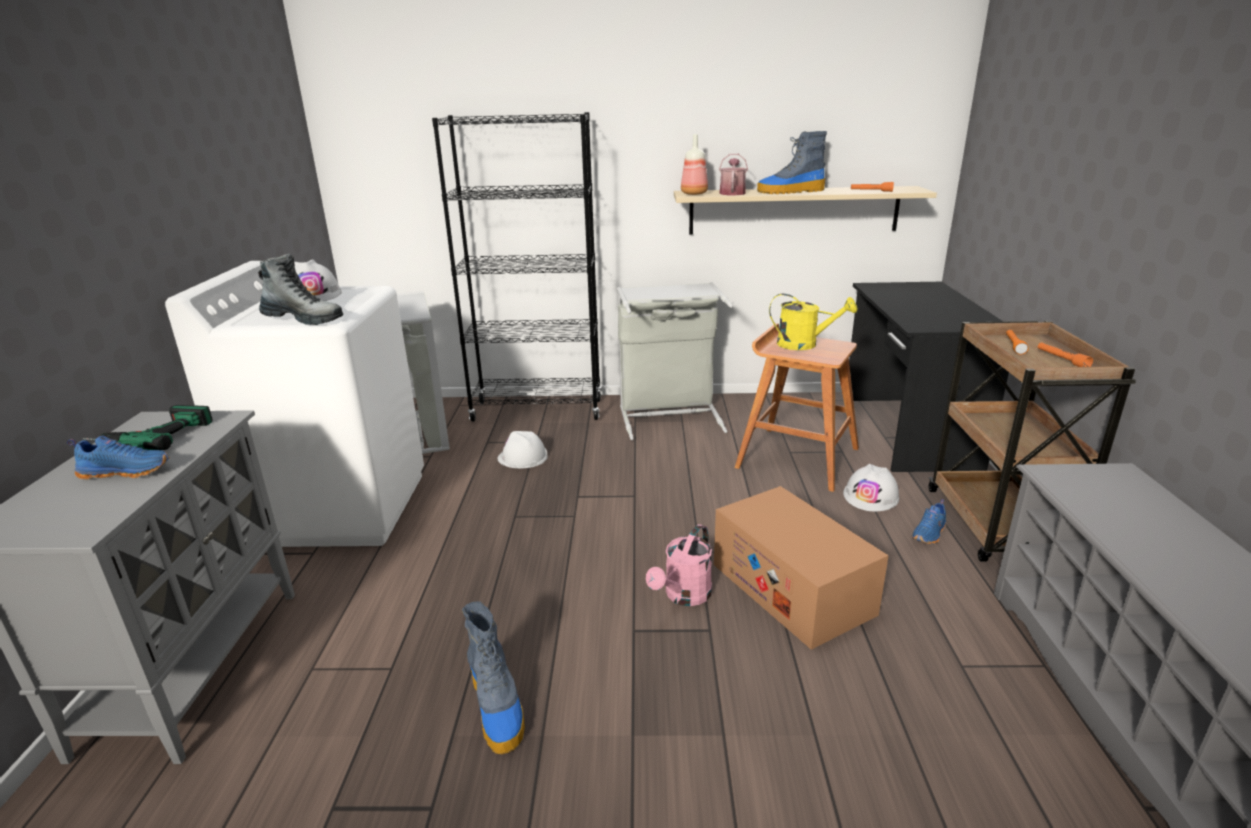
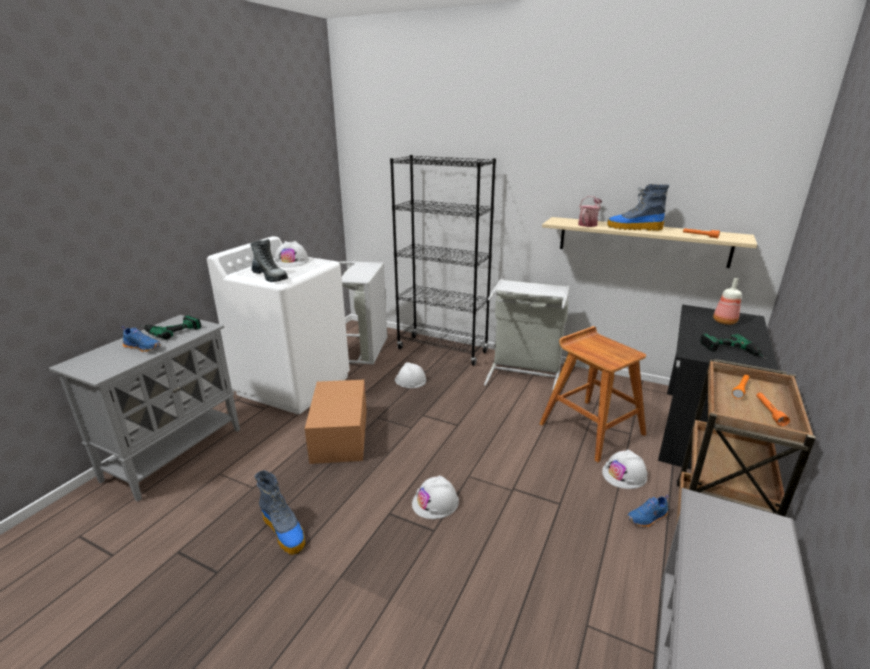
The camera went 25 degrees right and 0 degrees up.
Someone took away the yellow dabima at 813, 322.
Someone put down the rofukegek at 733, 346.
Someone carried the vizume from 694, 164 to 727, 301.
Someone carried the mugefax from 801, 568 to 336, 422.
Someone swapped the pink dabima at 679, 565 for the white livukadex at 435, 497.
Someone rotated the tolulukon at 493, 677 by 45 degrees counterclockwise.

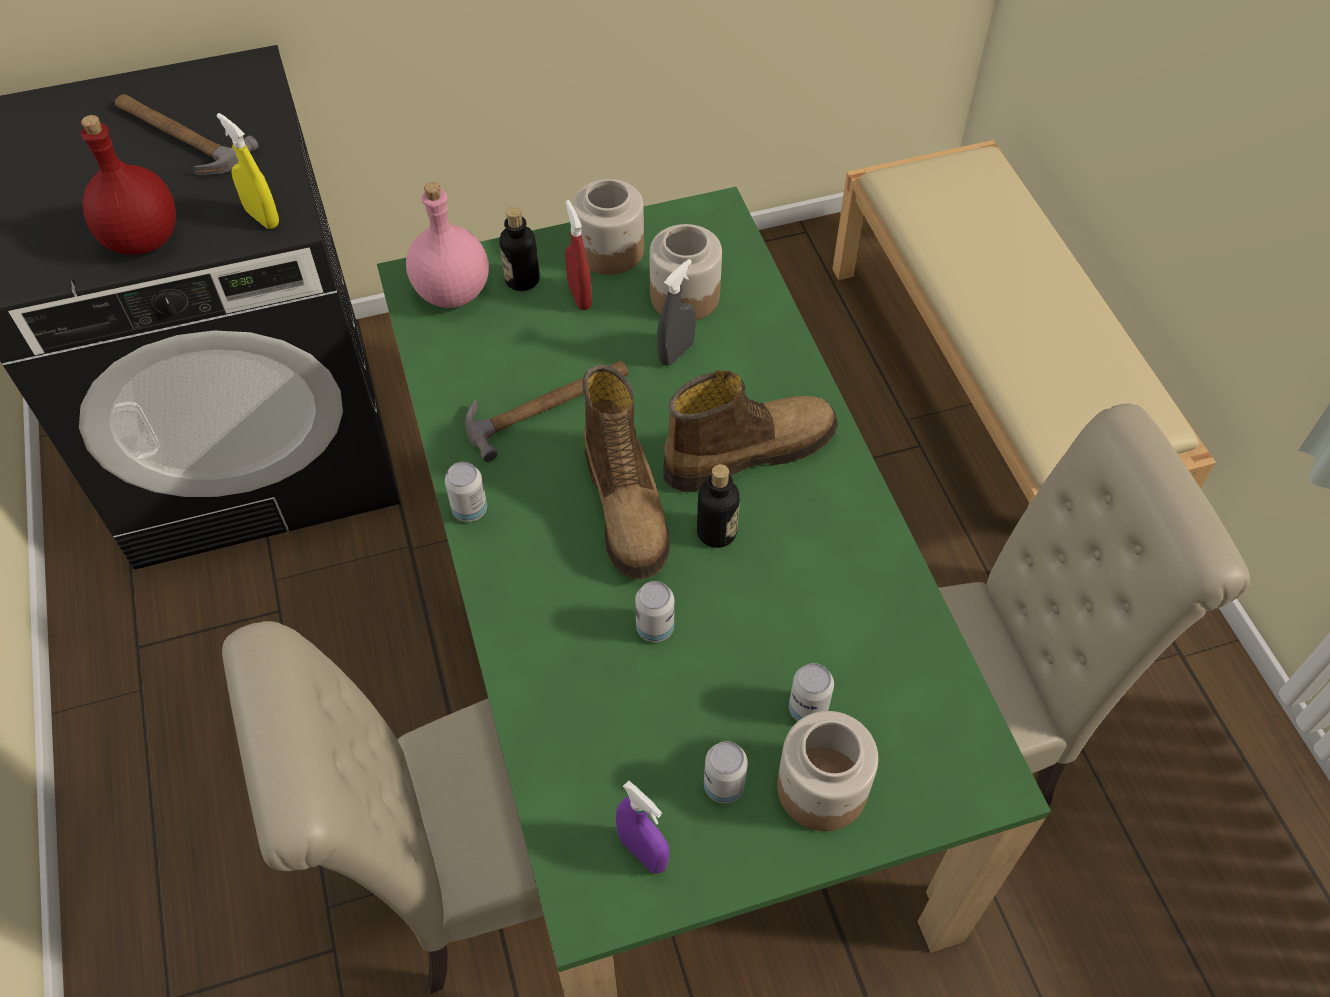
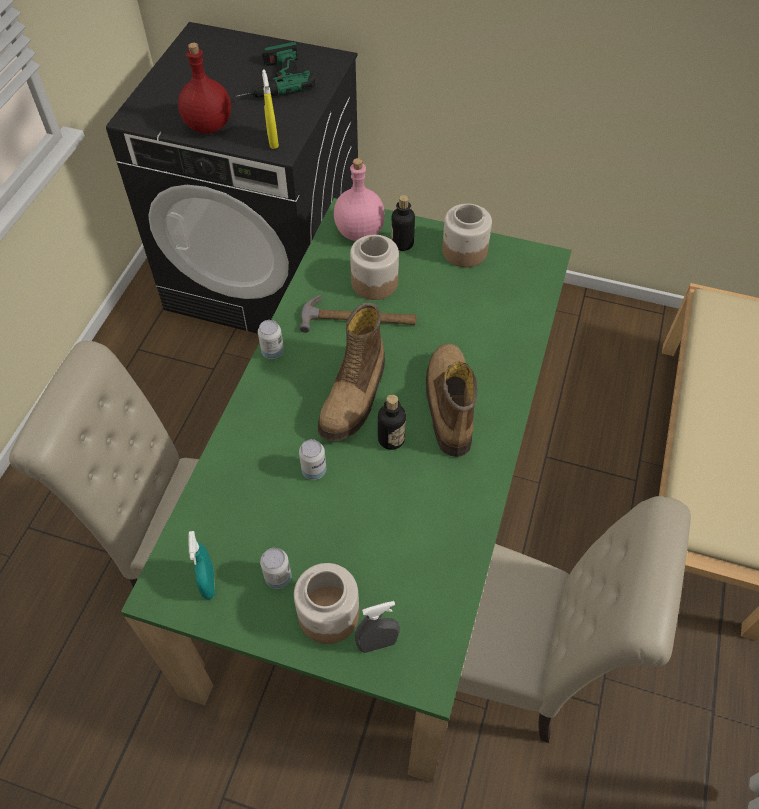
The camera went 35 degrees right and 0 degrees up.
Someone took away the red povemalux at 578, 255.
Someone took away the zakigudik at 811, 692.
Someone carried the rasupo from 686, 272 to 374, 267.
Someone carried the grey povemalux from 676, 312 to 377, 627.
Someone swapped the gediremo at 187, 134 for the rofukegek at 275, 69.
Someone repainted the purple povemalux at 642, 827, which became the turquoise povemalux at 201, 565.
Someone rotated the tolulukon at 750, 431 by 105 degrees counterclockwise.

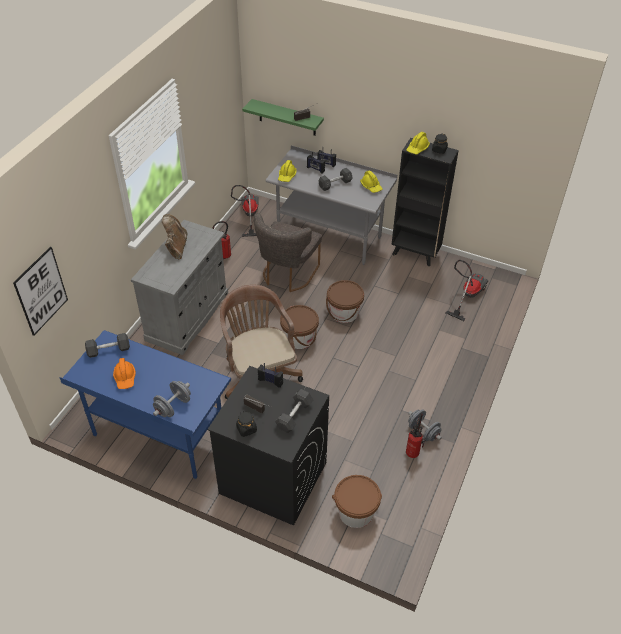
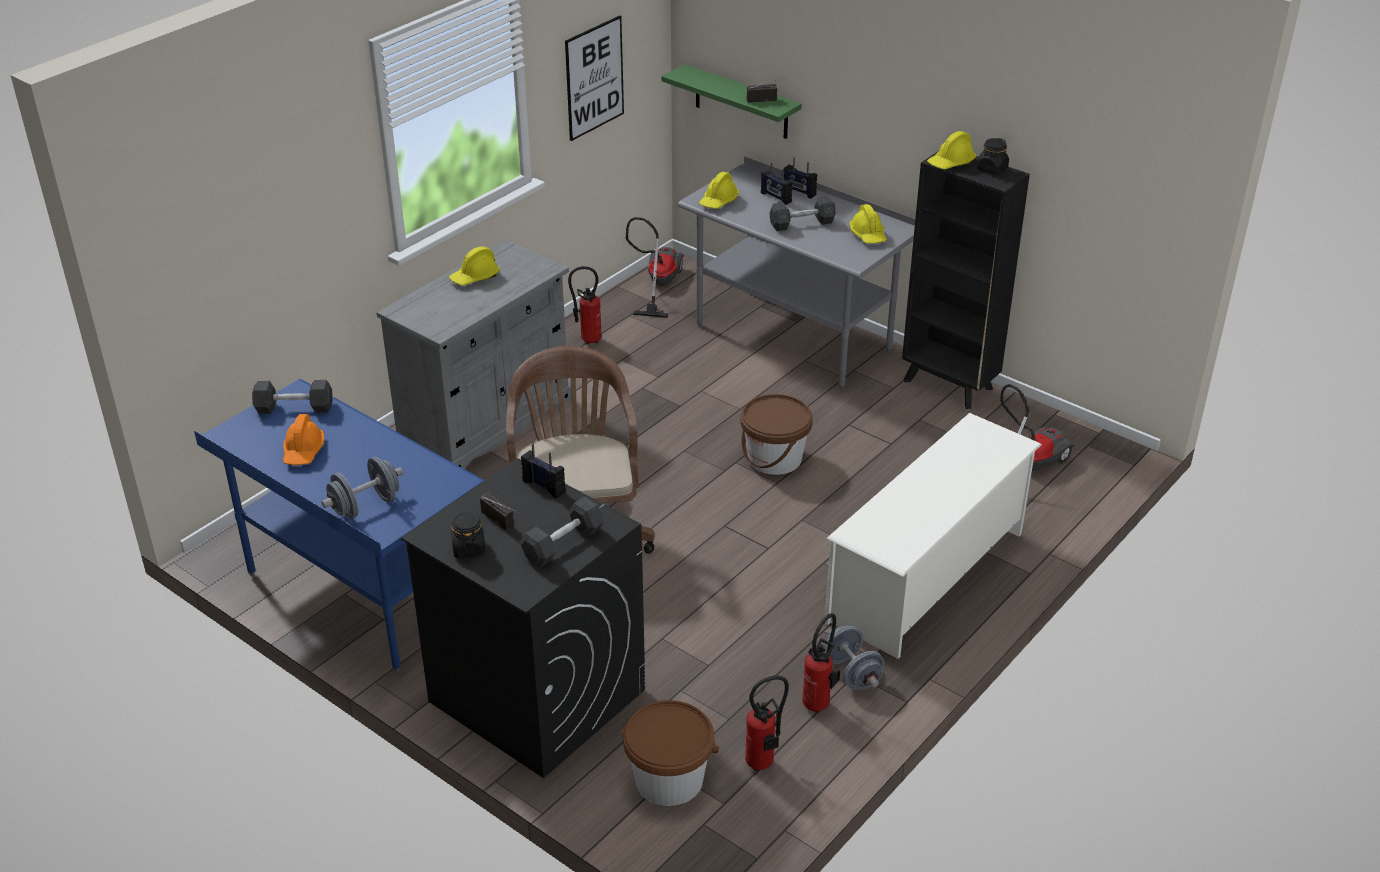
The camera went 15 degrees right and 10 degrees down.
Someone took away the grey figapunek at 288, 252.
Someone took away the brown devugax at 299, 327.
Someone put down the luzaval at 767, 723.
Someone put down the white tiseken at 933, 536.
Someone carried the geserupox from 40, 291 to 594, 78.
Someone swapped the brown tolulukon at 175, 236 for the yellow livukadex at 474, 266.

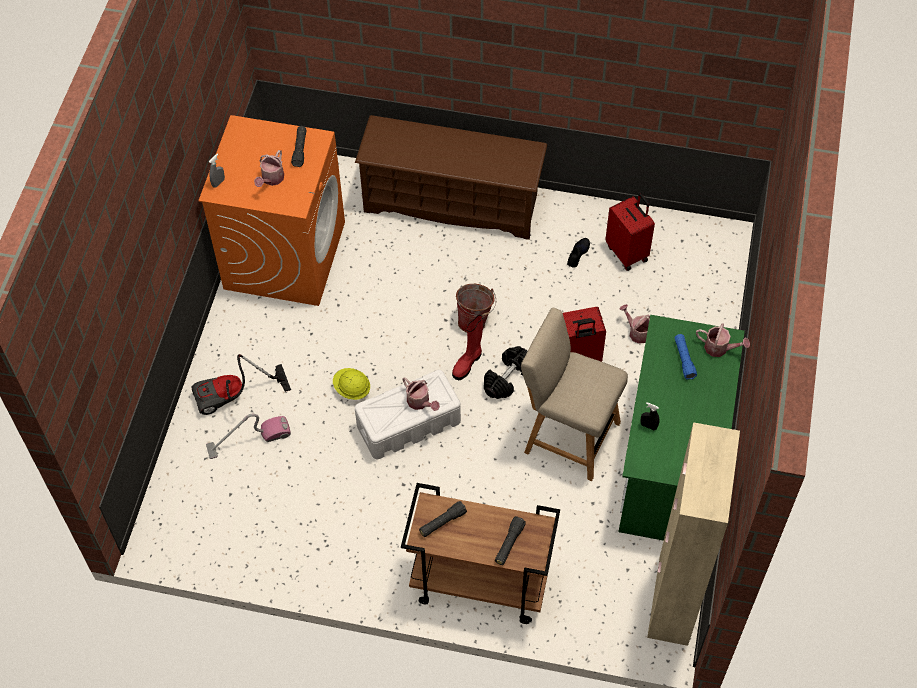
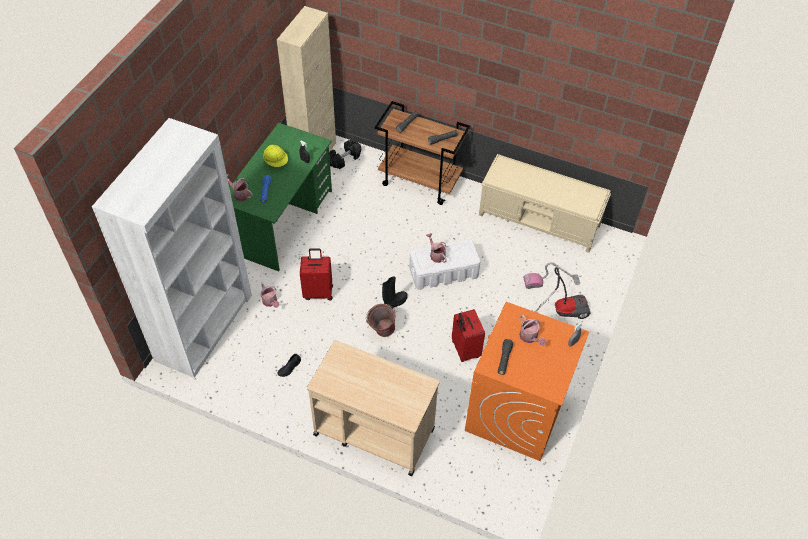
The camera went 170 degrees left and 5 degrees down.
Someone took away the beige figapunek at 574, 394.
Someone put down the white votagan at 172, 248.
Someone put down the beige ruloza at 545, 203.
Someone carried the yellow livukadex from 351, 384 to 275, 156.
Someone carried the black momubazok from 505, 372 to 345, 154.
Someone carried the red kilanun from 630, 232 to 468, 335.
Someone swapped the brown tiseken at 451, 177 for the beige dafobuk at 373, 408.
Someone repainted the red tolulukon at 467, 347, which became the black tolulukon at 395, 292.
Someone rotated the dabima at 269, 168 by 120 degrees clockwise.

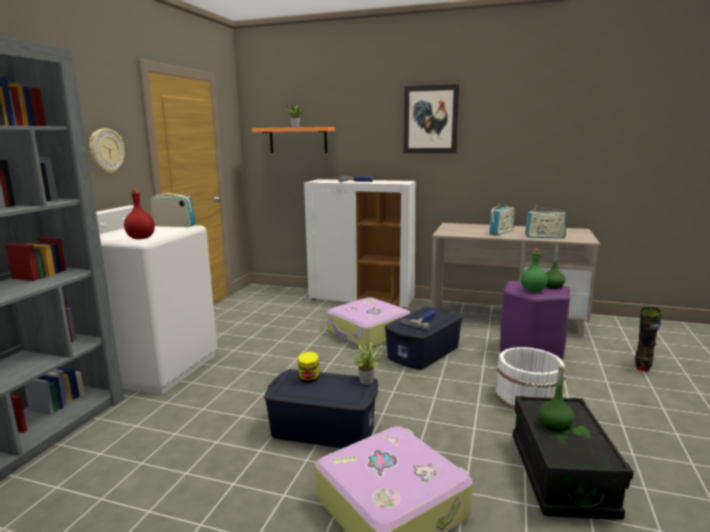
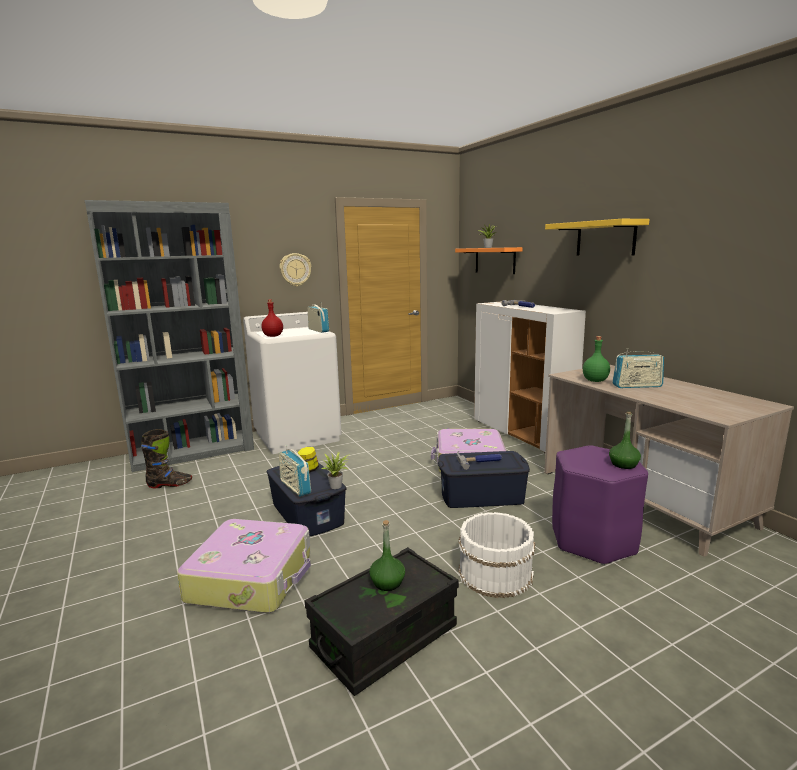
The camera went 45 degrees right and 0 degrees up.
Someone carried the green vizume from 534, 270 to 596, 359.
Someone carried the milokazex from 545, 223 to 295, 471.
Someone carried the black tolulukon from 648, 339 to 166, 458.
Someone swapped the geserupox at 431, 118 for the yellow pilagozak at 597, 237.

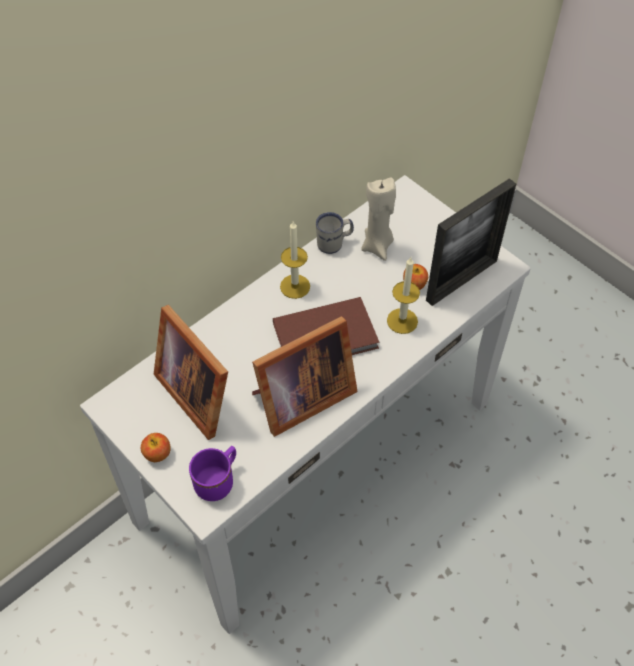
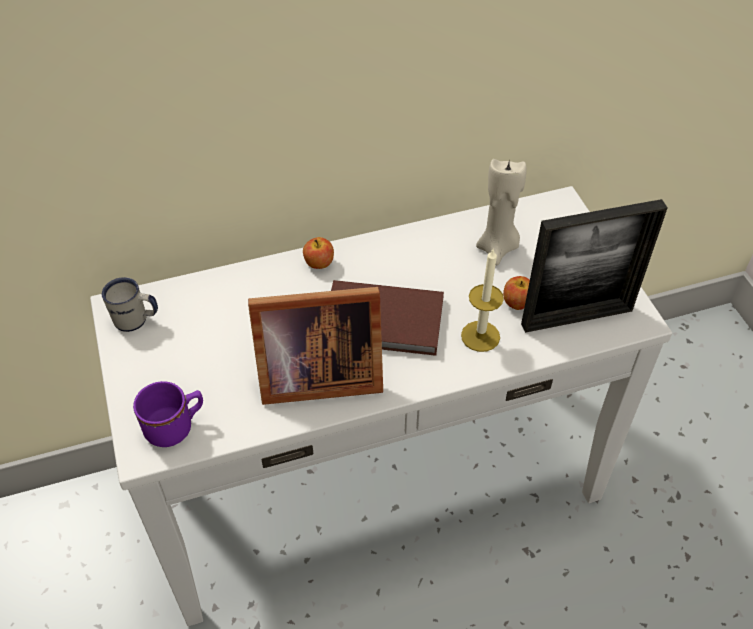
The camera went 25 degrees right and 5 degrees down.
Someone took away the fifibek at 191, 372.
Someone took away the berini at 295, 260.
Someone carried the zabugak from 156, 447 to 318, 253.
Someone carried the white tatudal from 335, 233 to 130, 304.

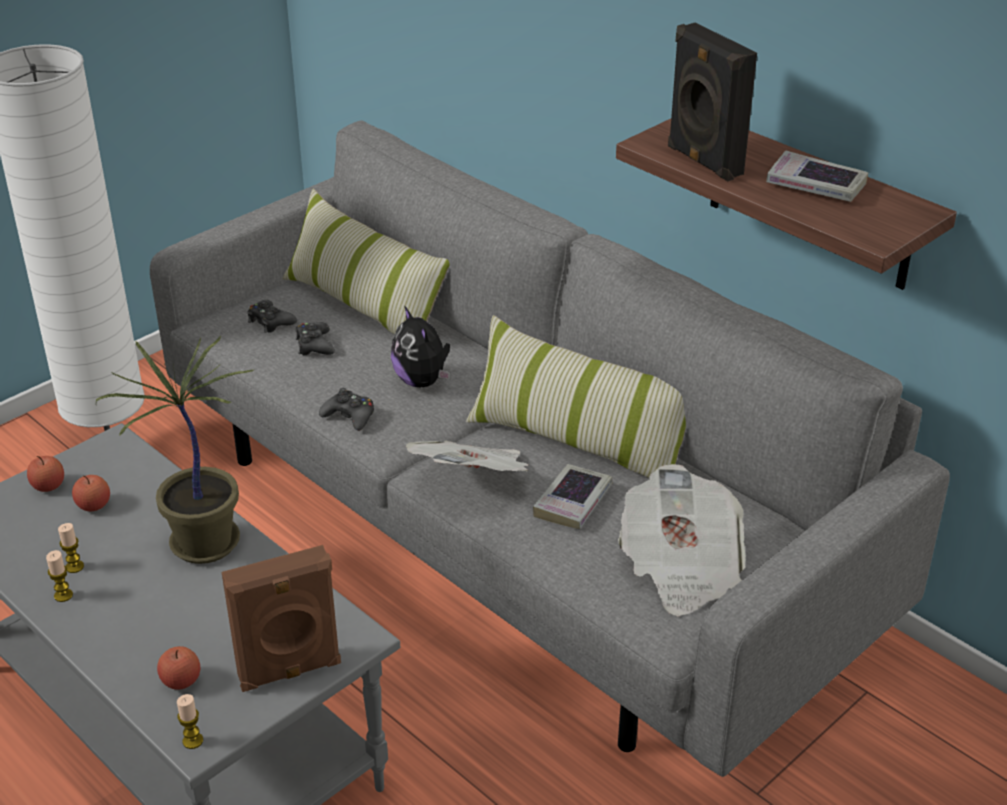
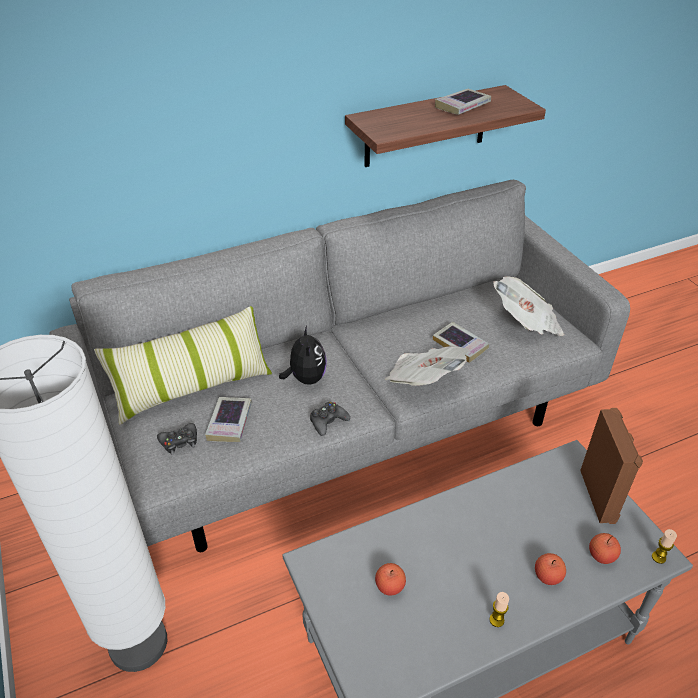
The camera went 70 degrees left and 5 degrees up.
Someone took away the berini at 71, 548.
Someone took away the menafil at 174, 450.
Someone took away the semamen at 576, 396.
Someone took away the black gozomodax at 712, 101.
Someone carried the zabugak from 45, 474 to 550, 569.
Someone swapped the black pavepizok at 315, 338 for the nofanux at 228, 419.
Someone rotated the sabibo at 421, 346 by 90 degrees counterclockwise.

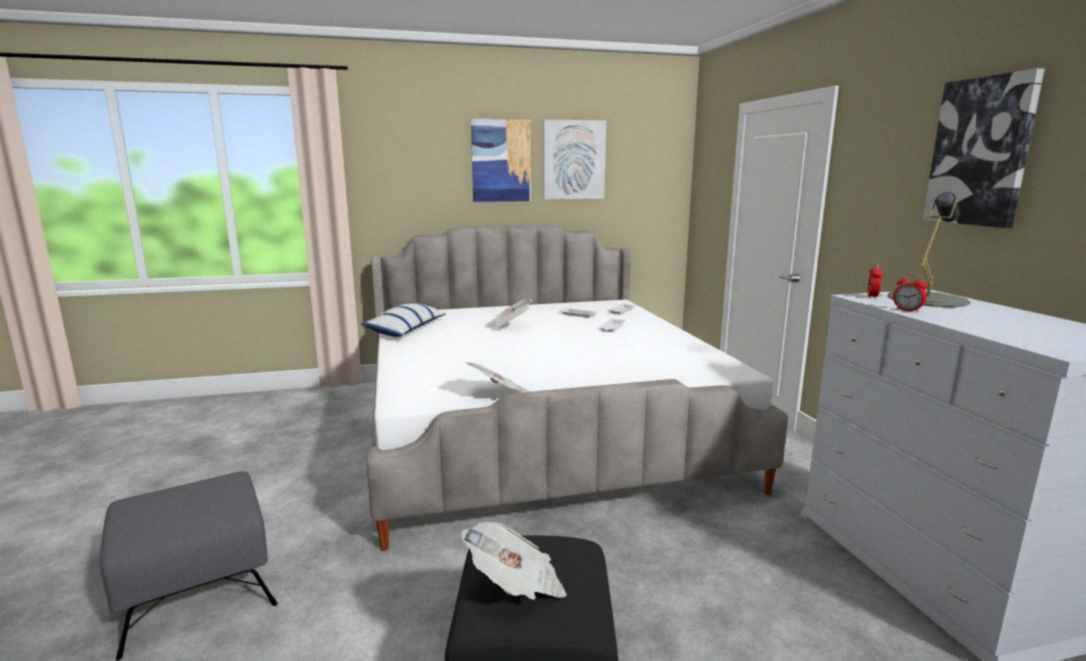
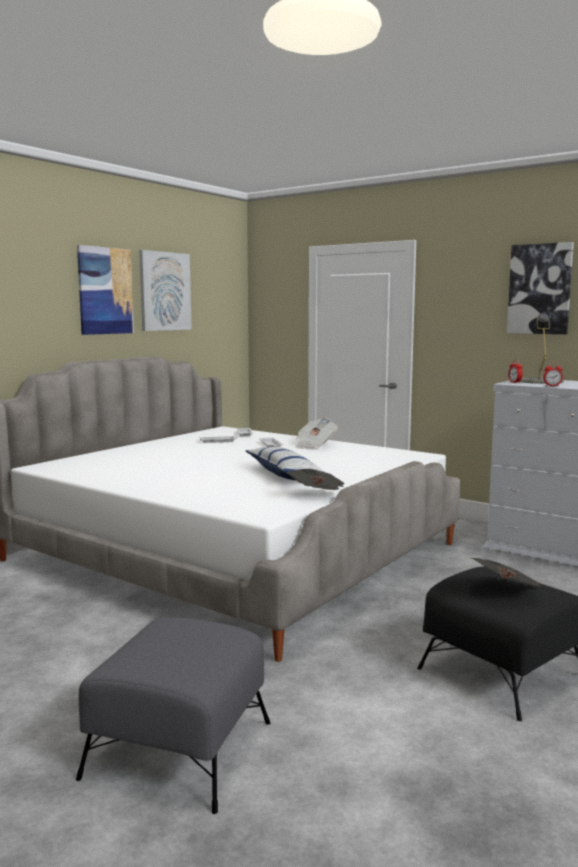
The camera went 40 degrees left and 5 degrees down.
Someone carried the semamen from 403, 320 to 286, 463.
Someone carried the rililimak from 508, 314 to 316, 433.

